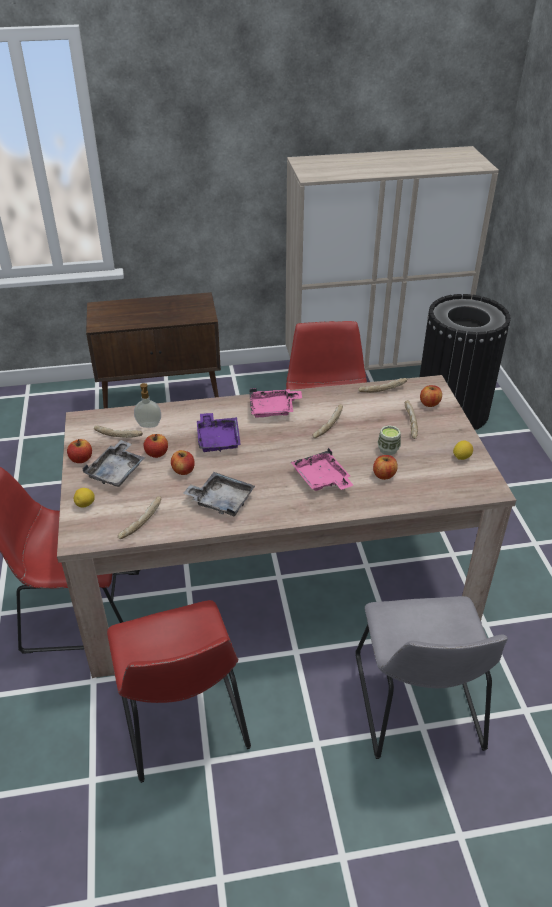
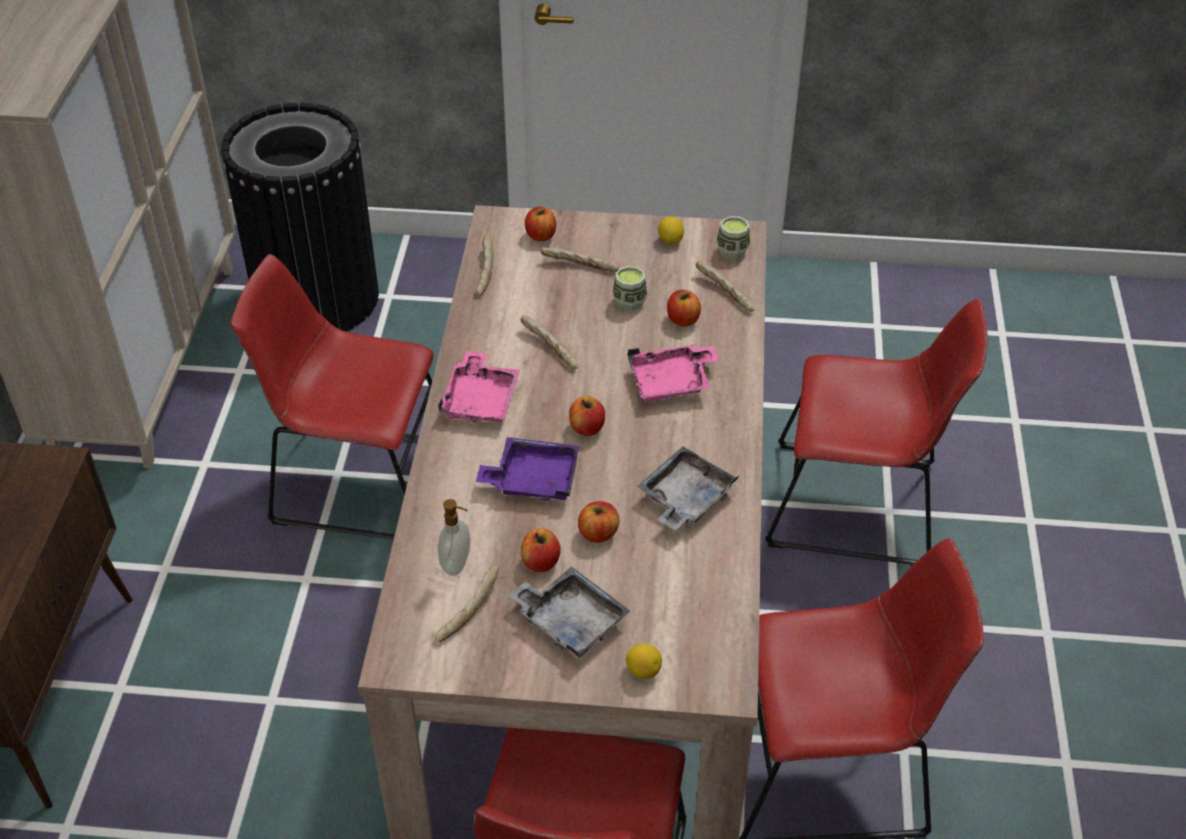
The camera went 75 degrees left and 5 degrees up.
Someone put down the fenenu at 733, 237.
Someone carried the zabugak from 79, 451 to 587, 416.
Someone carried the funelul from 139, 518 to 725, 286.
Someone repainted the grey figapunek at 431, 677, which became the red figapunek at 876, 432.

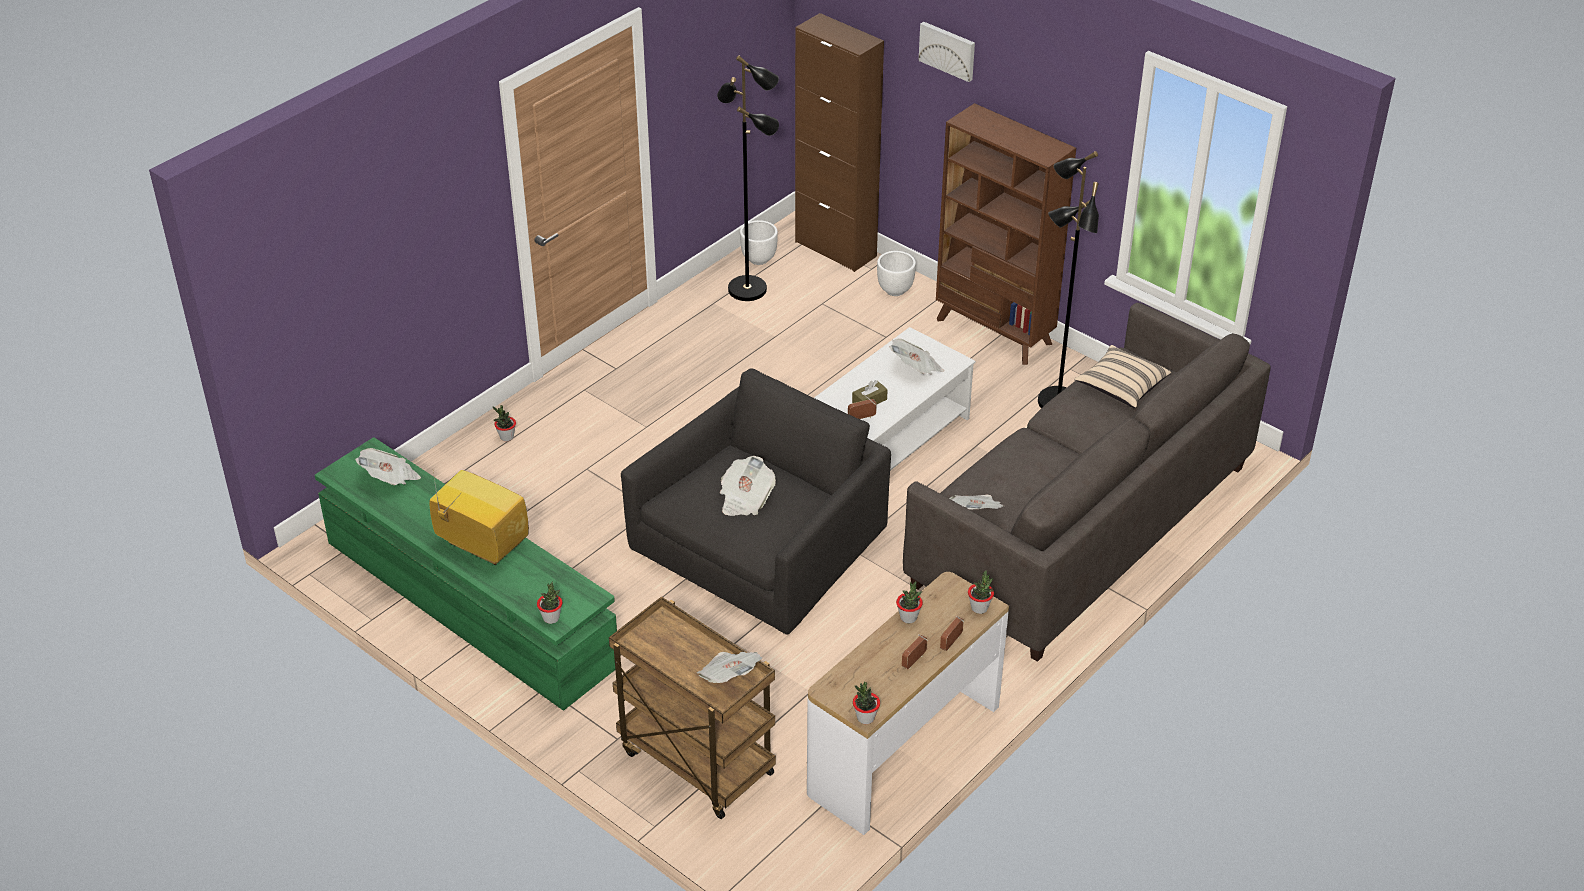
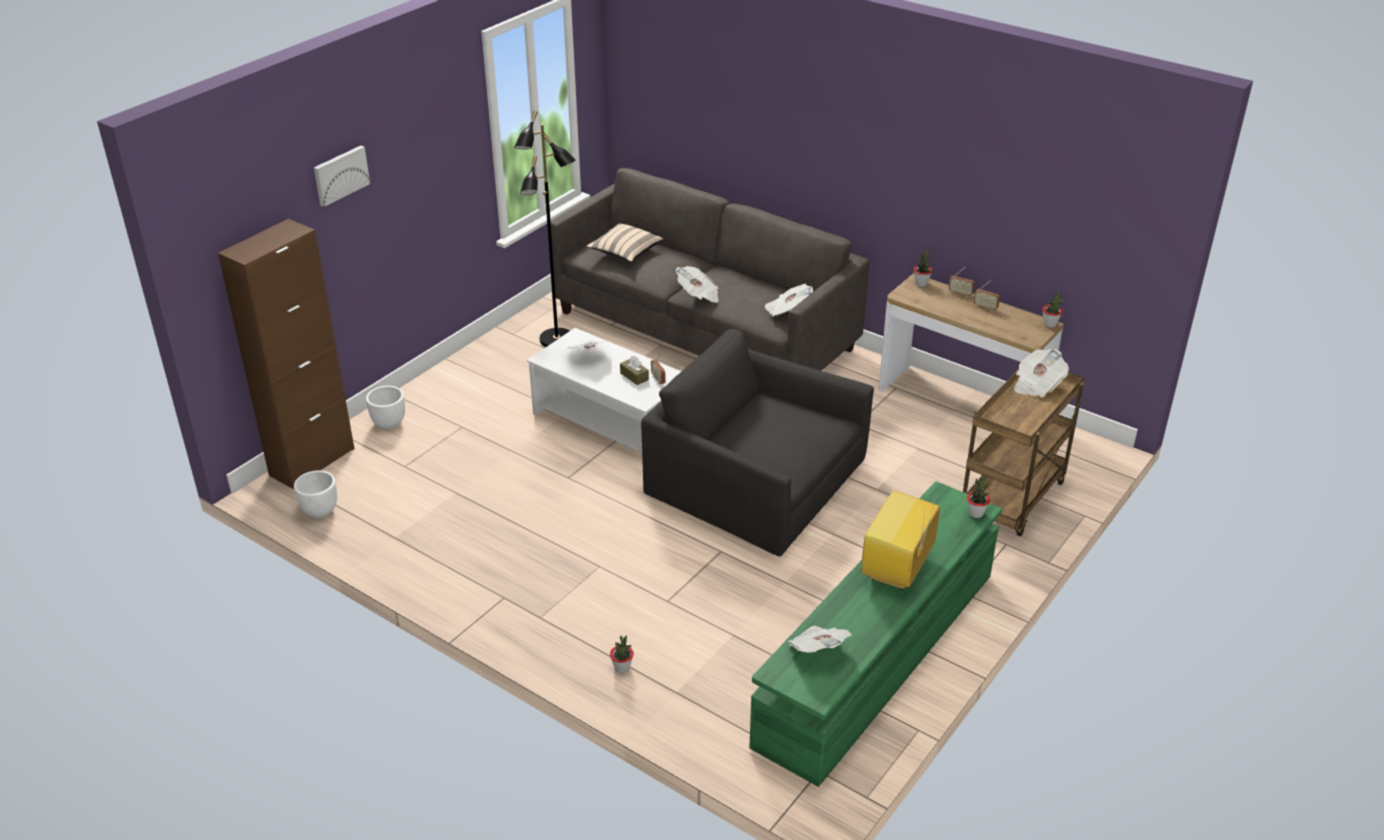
The camera went 95 degrees left and 5 degrees down.
Someone took away the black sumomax at 748, 178.
Someone took away the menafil at 909, 602.
Someone took away the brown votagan at 1006, 234.
Someone carried the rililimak from 748, 486 to 697, 284.

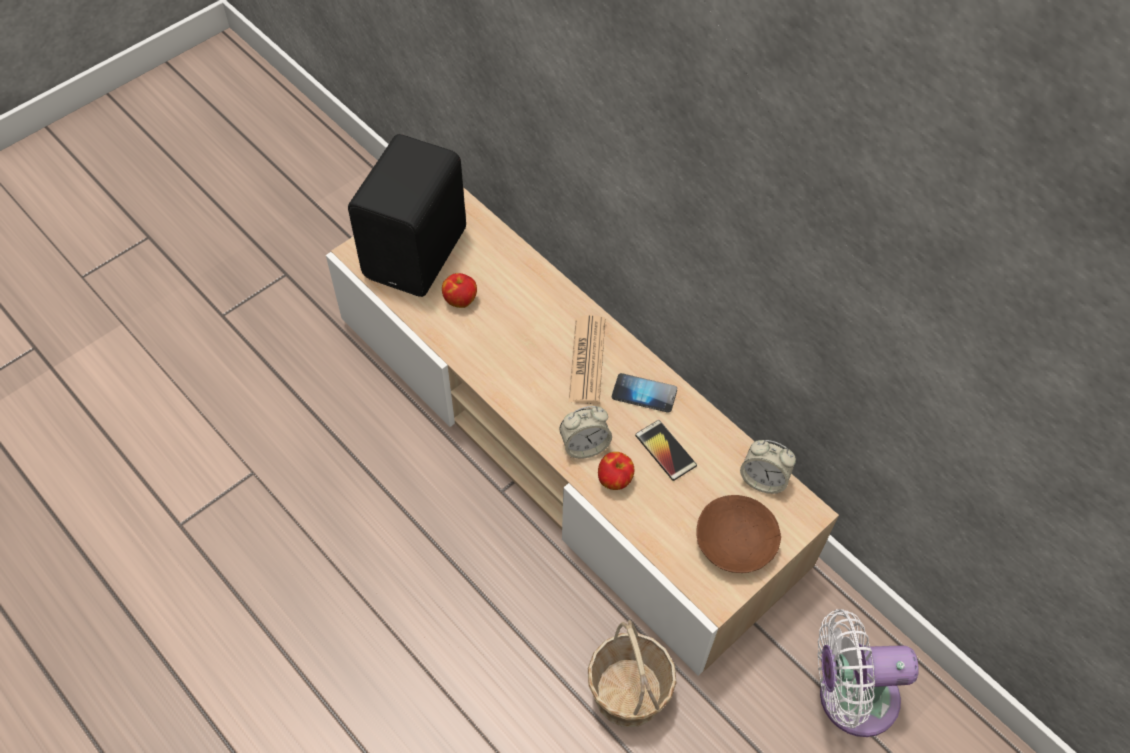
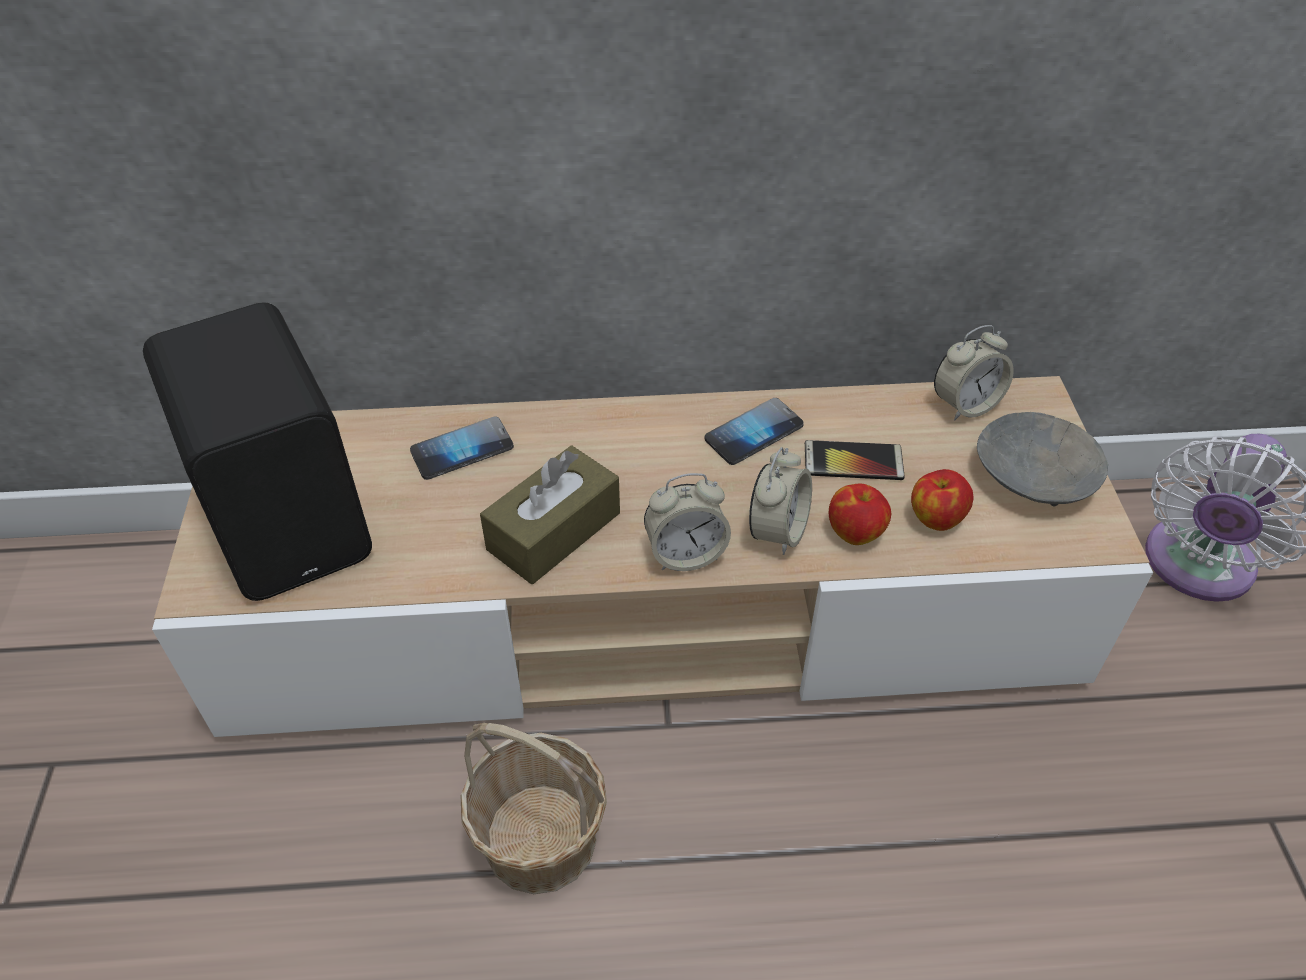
The camera went 50 degrees left and 10 degrees down.
Someone took away the rililimak at 587, 359.
Someone put down the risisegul at 462, 448.
Someone put down the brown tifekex at 550, 514.
Someone put down the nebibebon at 687, 522.
Someone carried the zabugak from 459, 290 to 942, 500.
Someone carried the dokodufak from 632, 673 to 533, 808.
Someone repainted the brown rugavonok at 738, 534, which became the grey rugavonok at 1042, 459.

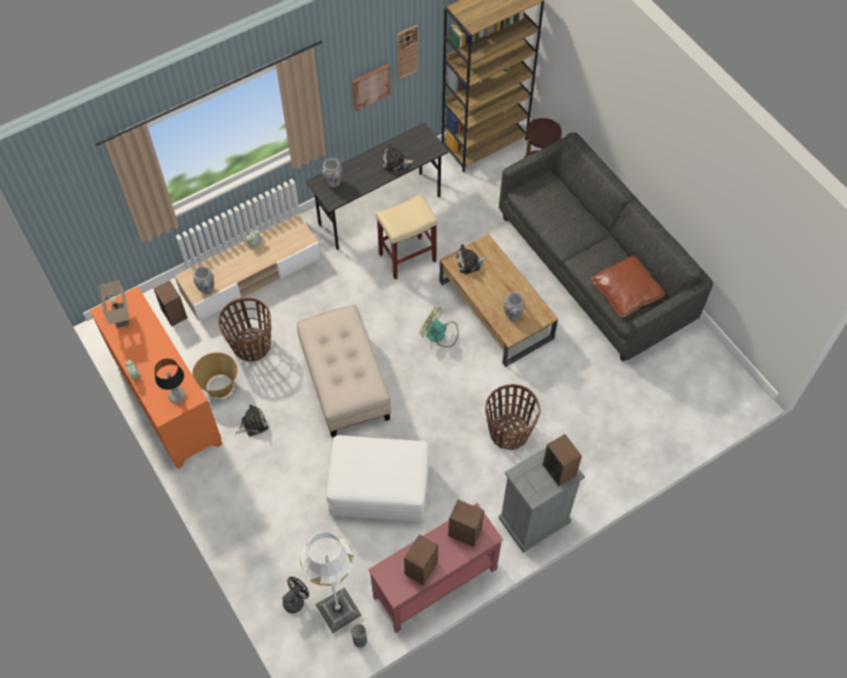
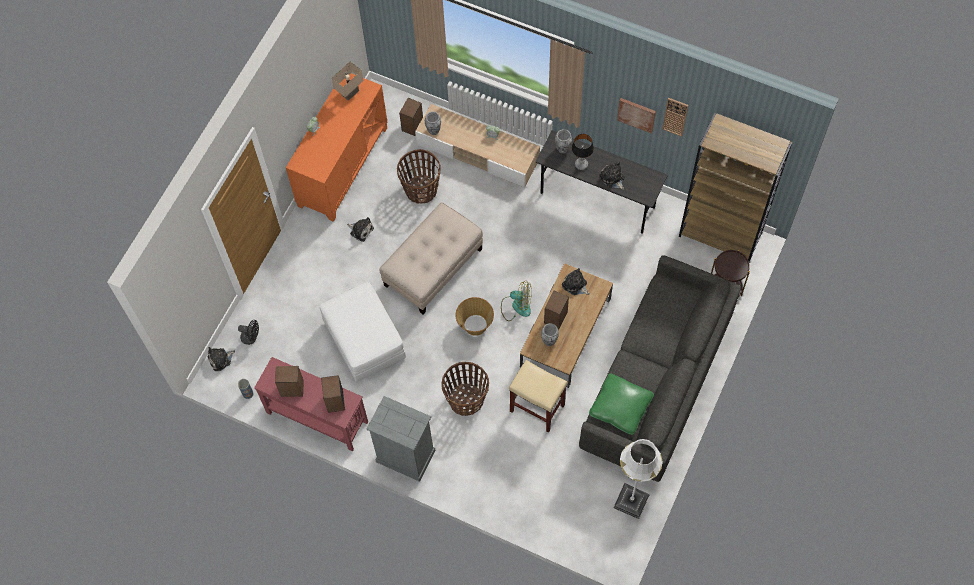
The camera went 60 degrees right and 5 degrees up.
Someone put down the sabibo at 221, 359.
Someone carried the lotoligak from 170, 380 to 583, 152.
Someone carried the dokodufak from 215, 375 to 475, 316.
Someone carried the white sumomax from 330, 582 to 638, 479.
Someone carried the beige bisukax from 407, 236 to 538, 396.
Someone carried the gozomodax from 562, 460 to 556, 310.
Someone repainted the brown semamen at 628, 286, which became the green semamen at 621, 404.
Someone rotated the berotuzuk at 439, 327 by 105 degrees clockwise.

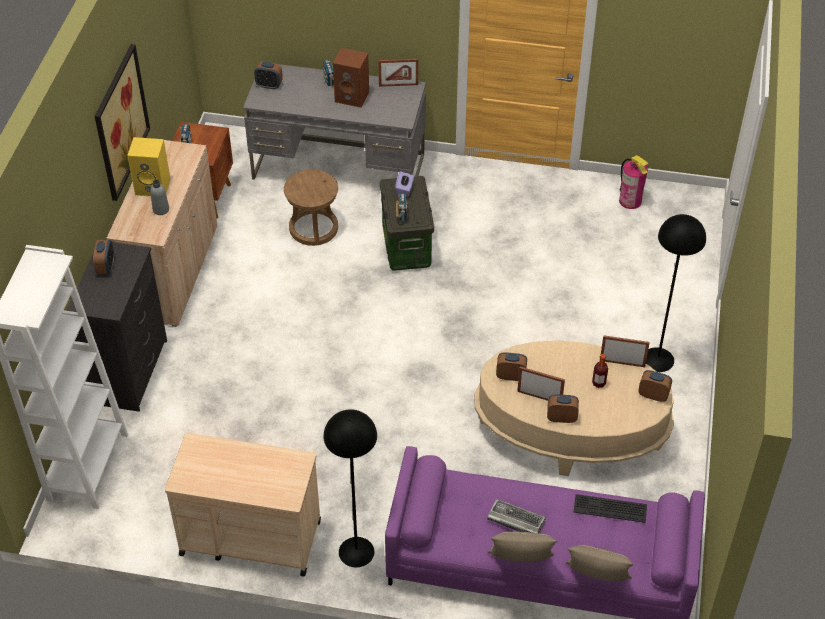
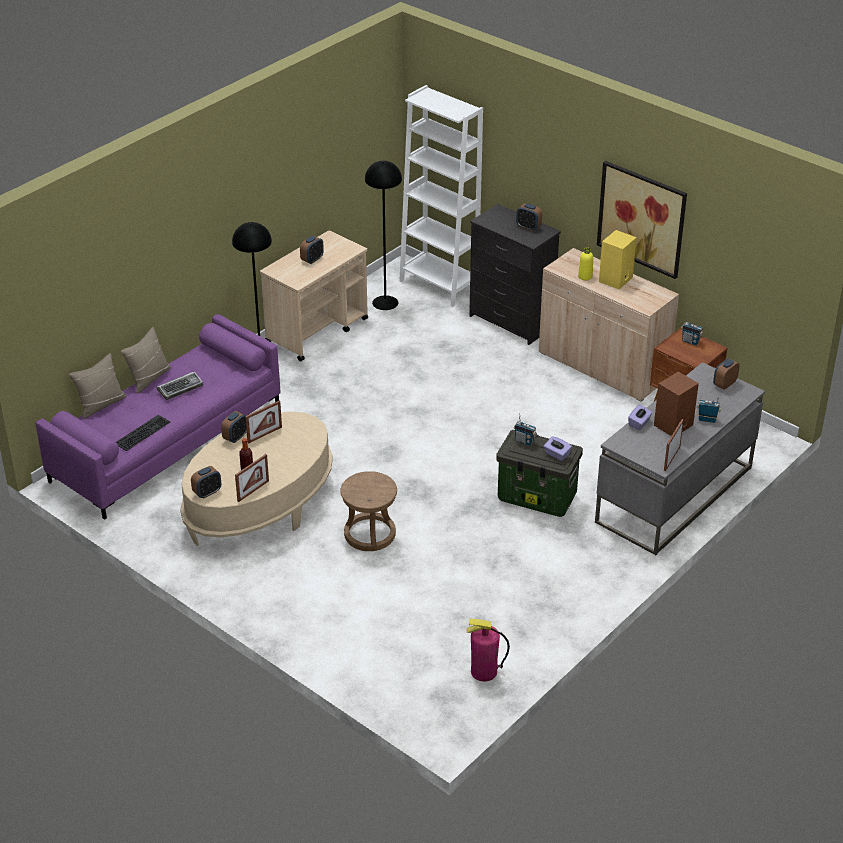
The camera went 120 degrees right and 10 degrees down.
Someone put down the purple tifekex at 640, 417.
Someone carried the brown bisukax from 311, 207 to 368, 511.
Someone carried the nebibebon from 511, 366 to 312, 250.
Someone carried the black sumomax from 676, 293 to 383, 235.
Someone repainted the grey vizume at 159, 197, which became the yellow vizume at 585, 263.

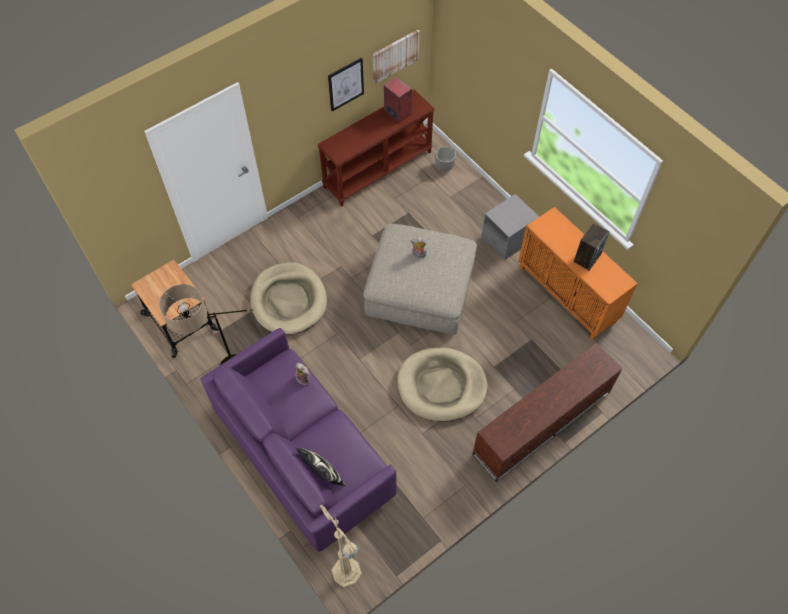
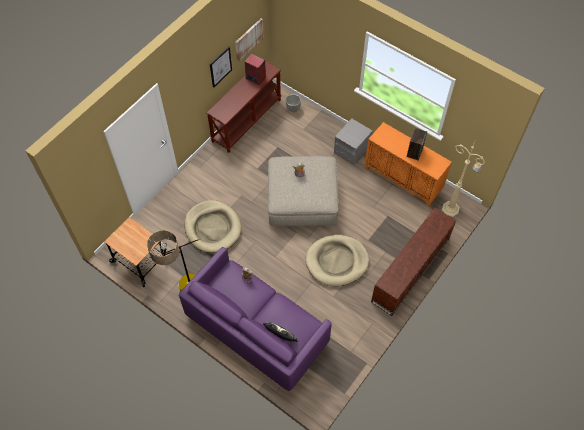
The camera went 15 degrees left and 0 degrees up.
Someone carried the beige sumomax from 341, 546 to 463, 178.

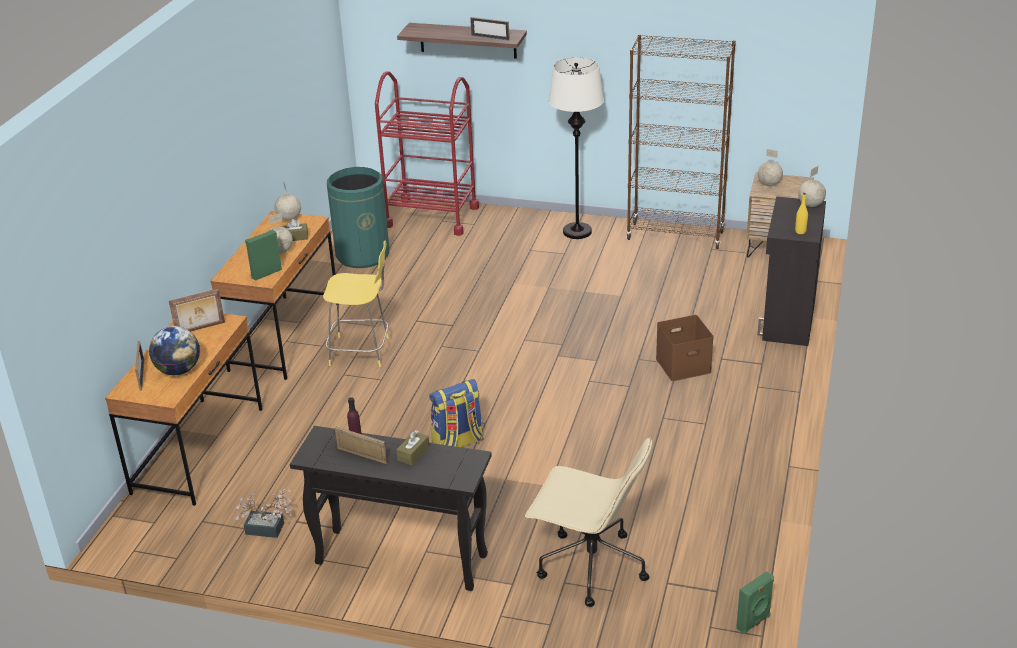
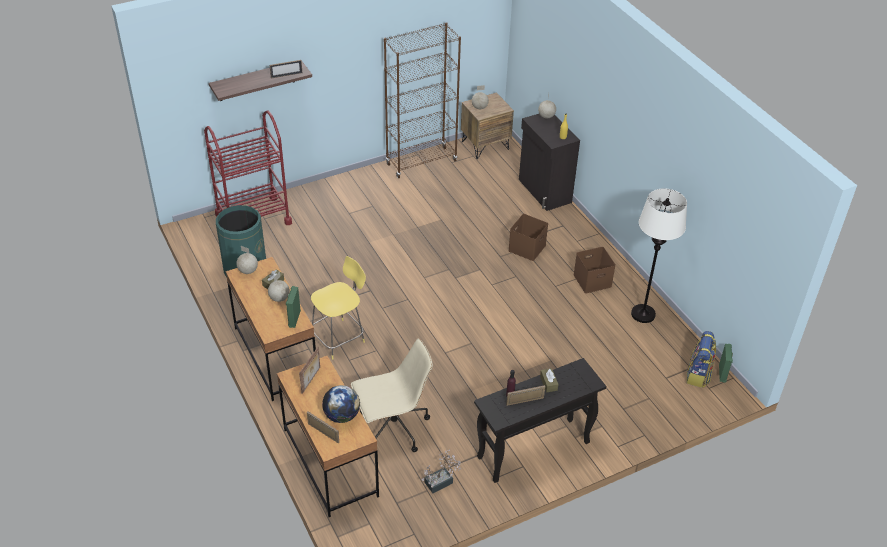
The camera went 45 degrees left and 10 degrees up.
Someone put down the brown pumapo at 594, 270.
Someone carried the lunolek from 456, 413 to 701, 359.
Someone carried the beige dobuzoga from 588, 522 to 392, 395.
Someone carried the white sumomax from 576, 148 to 659, 255.

